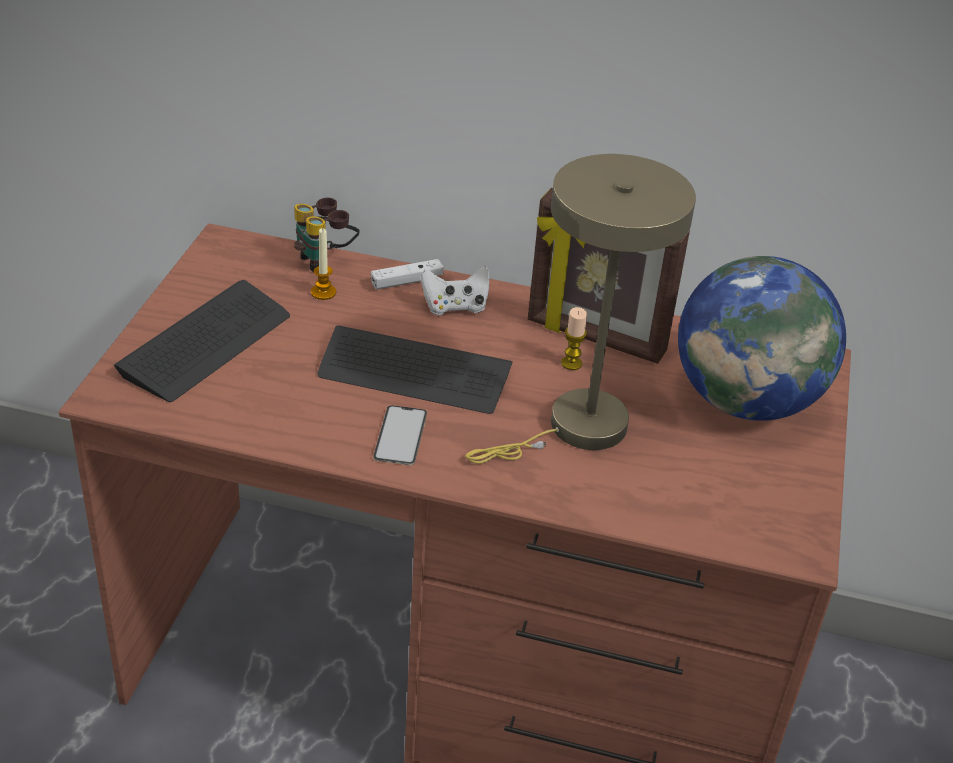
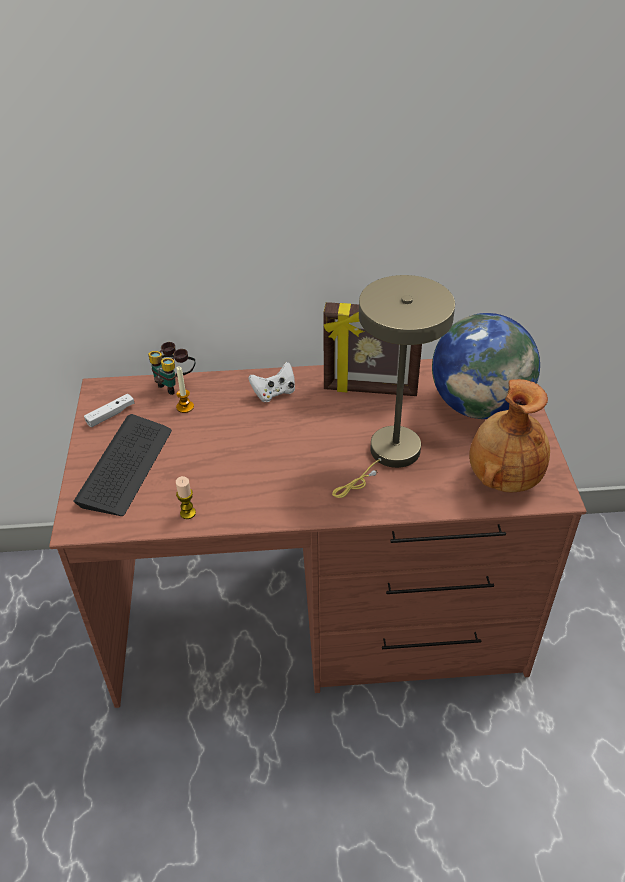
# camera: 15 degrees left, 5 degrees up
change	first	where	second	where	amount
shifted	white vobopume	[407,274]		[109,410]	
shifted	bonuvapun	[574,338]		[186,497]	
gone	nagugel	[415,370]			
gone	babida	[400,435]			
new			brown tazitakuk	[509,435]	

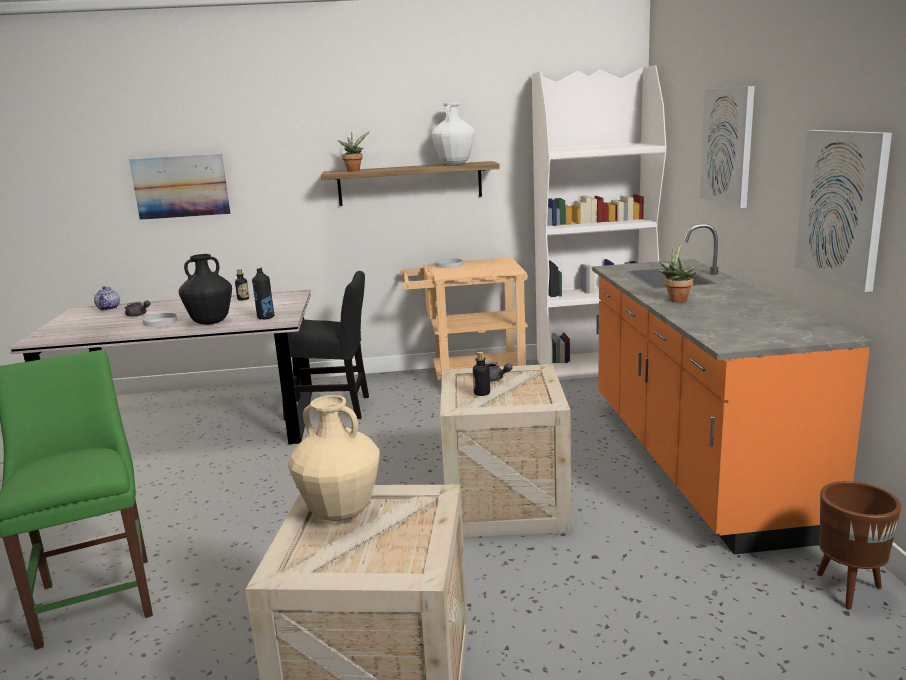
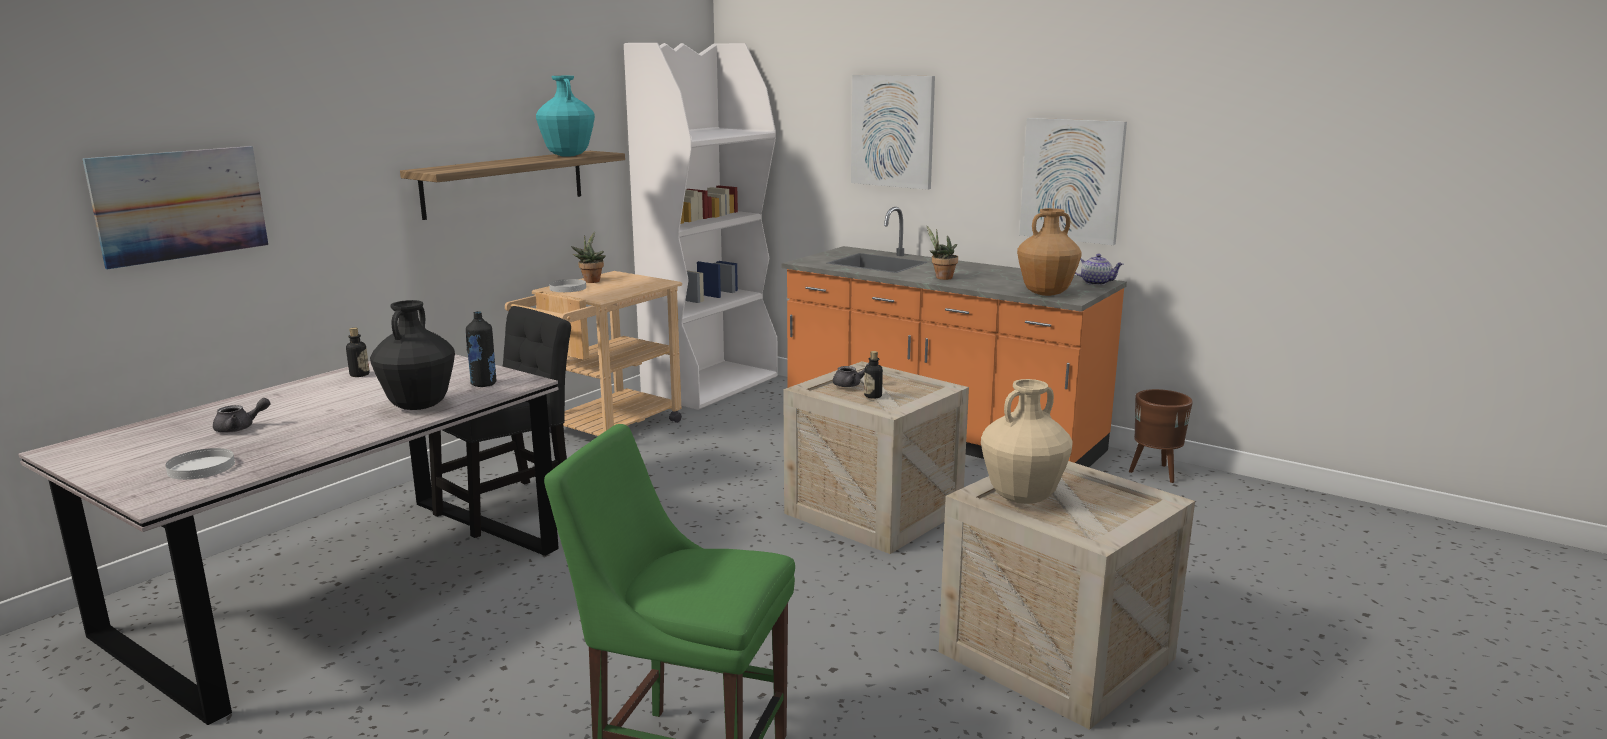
# camera: 50 degrees left, 0 degrees up
change	first	where	second	where	amount
repainted	white tazitakuk	[453,133]	turquoise tazitakuk	[565,116]	
shifted	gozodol	[353,151]		[588,257]	
shifted	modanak	[107,298]		[1099,269]	
shifted	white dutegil	[160,320]		[200,464]	
new			brown tazitakuk	[1049,252]	

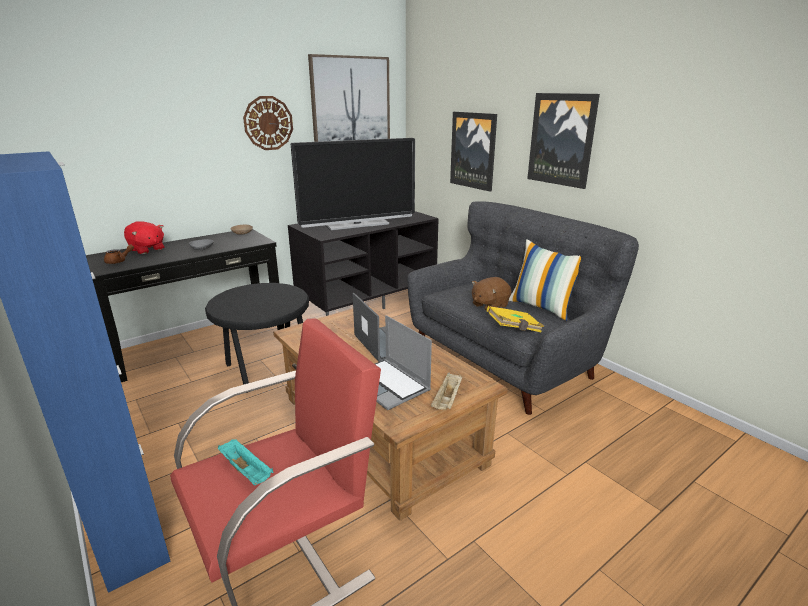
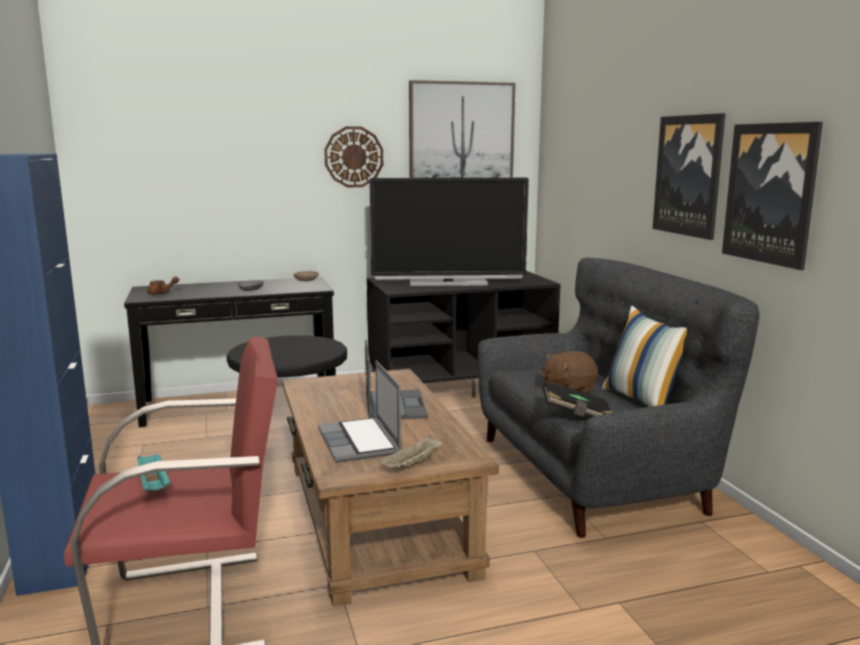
# camera: 20 degrees right, 10 degrees down
change	first	where	second	where	amount
shifted	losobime	[473,152]		[772,196]	
gone	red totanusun	[144,237]			
repainted	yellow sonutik	[515,319]	black sonutik	[577,399]	

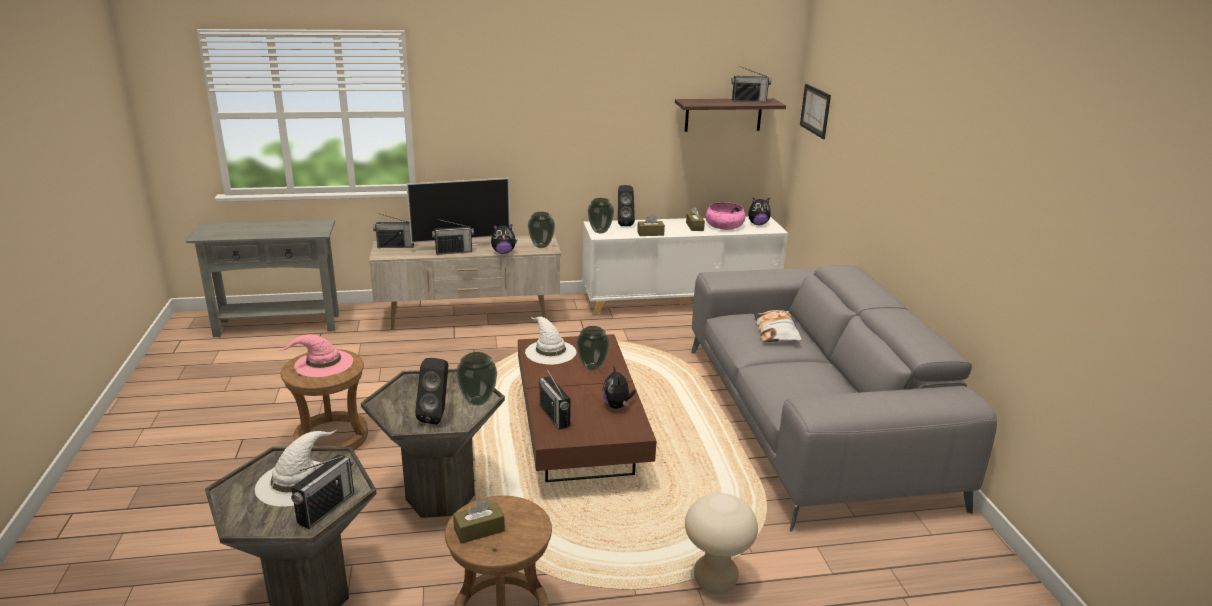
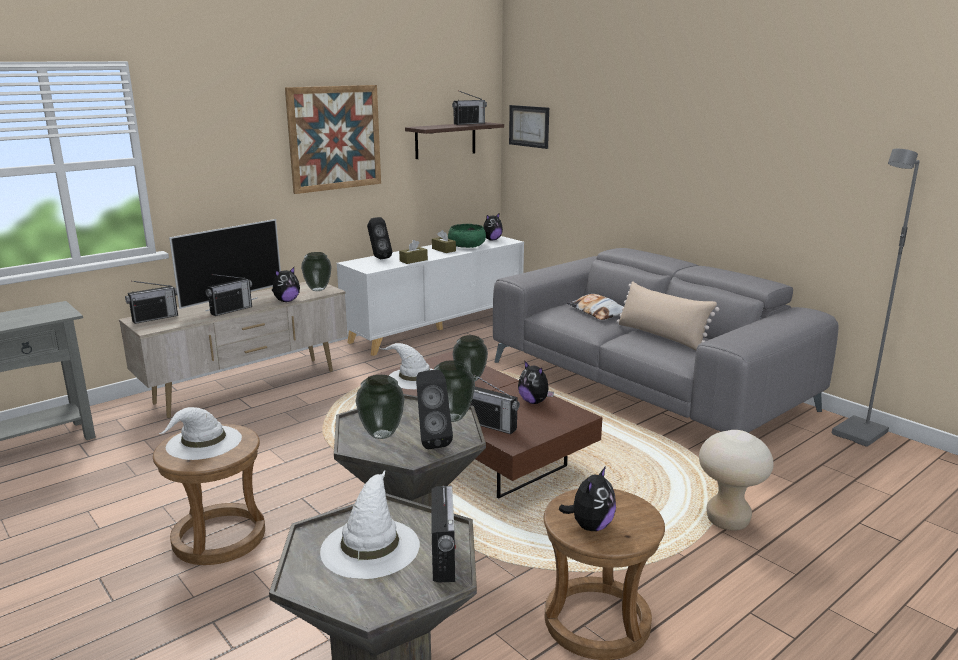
# camera: 30 degrees left, 5 degrees down
change	first	where	second	where	amount
shifted	tazitakuk	[601,215]		[380,407]	
repainted	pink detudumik	[725,216]	green detudumik	[467,236]	
repainted	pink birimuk	[316,356]	white birimuk	[200,433]	
swapped	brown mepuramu	[479,522]	totanusun	[587,498]	
new			losobime	[333,139]	
new			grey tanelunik	[876,298]	
new			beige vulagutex	[668,315]	

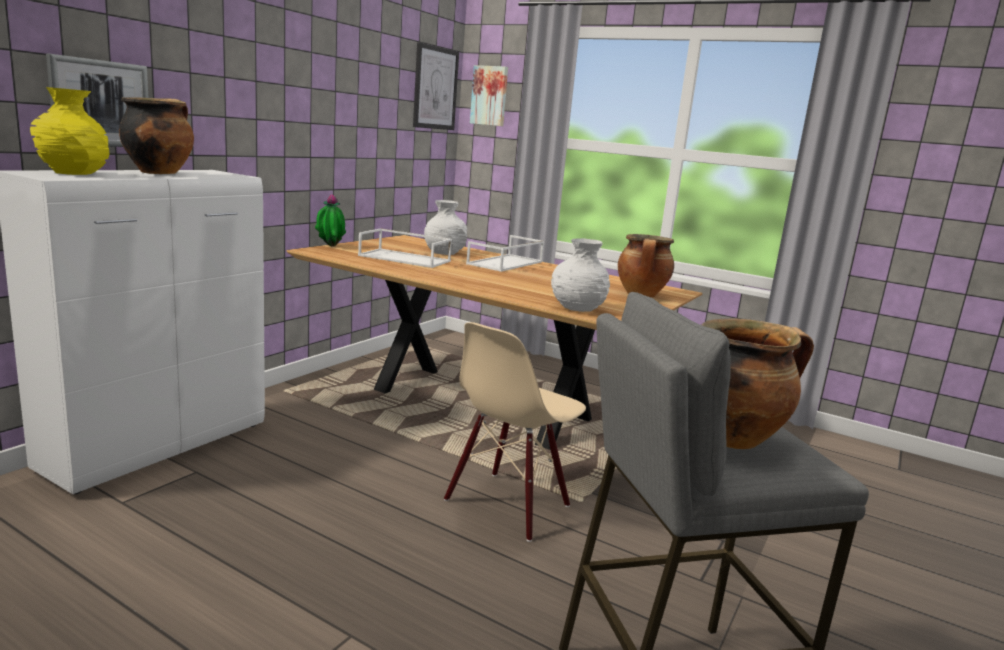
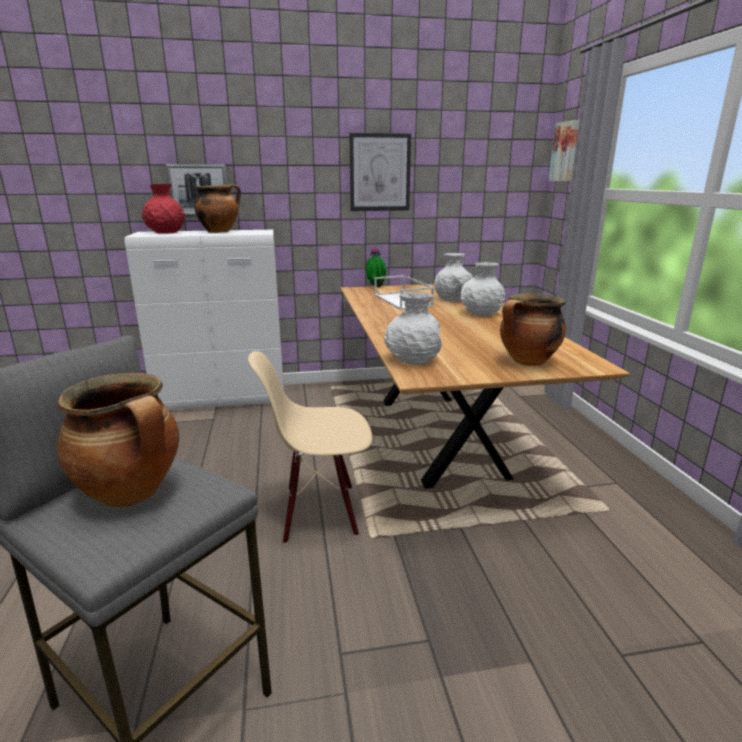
# camera: 50 degrees right, 5 degrees up
change	first	where	second	where	amount
shifted	losobime	[436,86]		[380,172]	
repainted	yellow tazitakuk	[69,131]	red tazitakuk	[163,209]	
swapped	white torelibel	[505,253]	white tazitakuk	[483,289]	

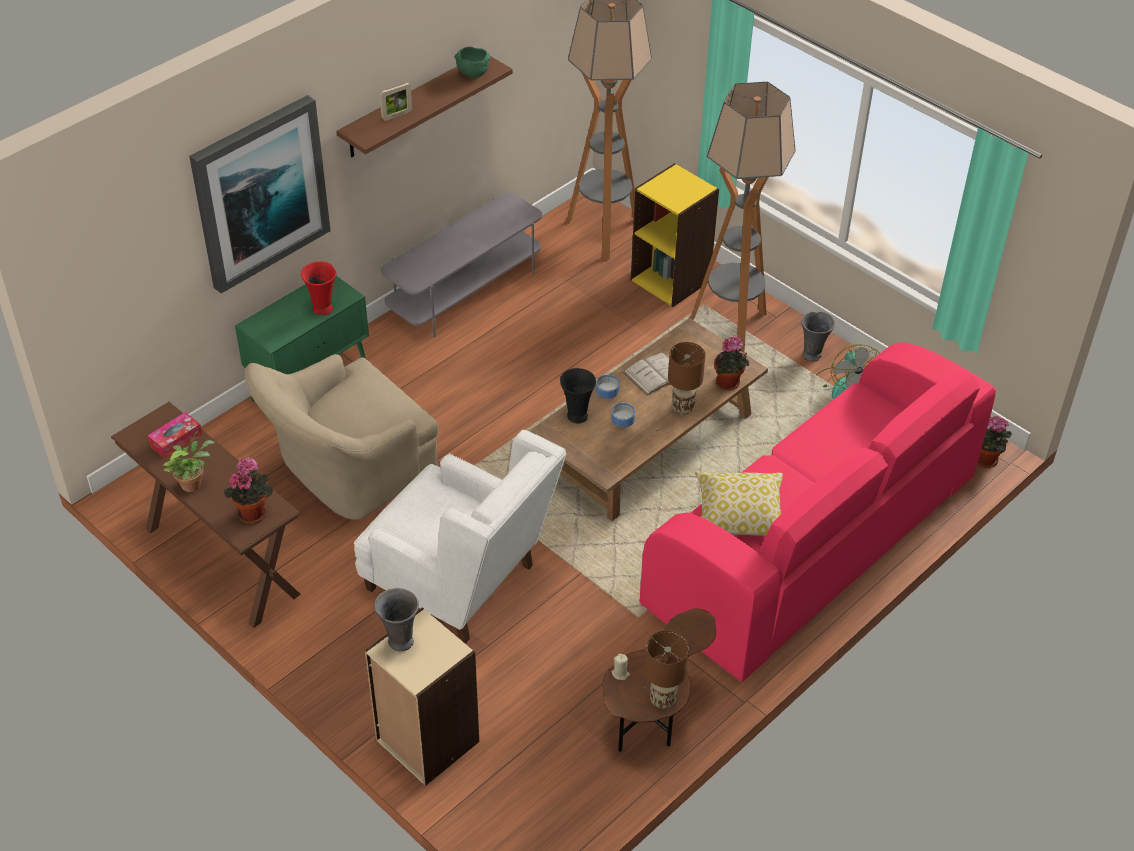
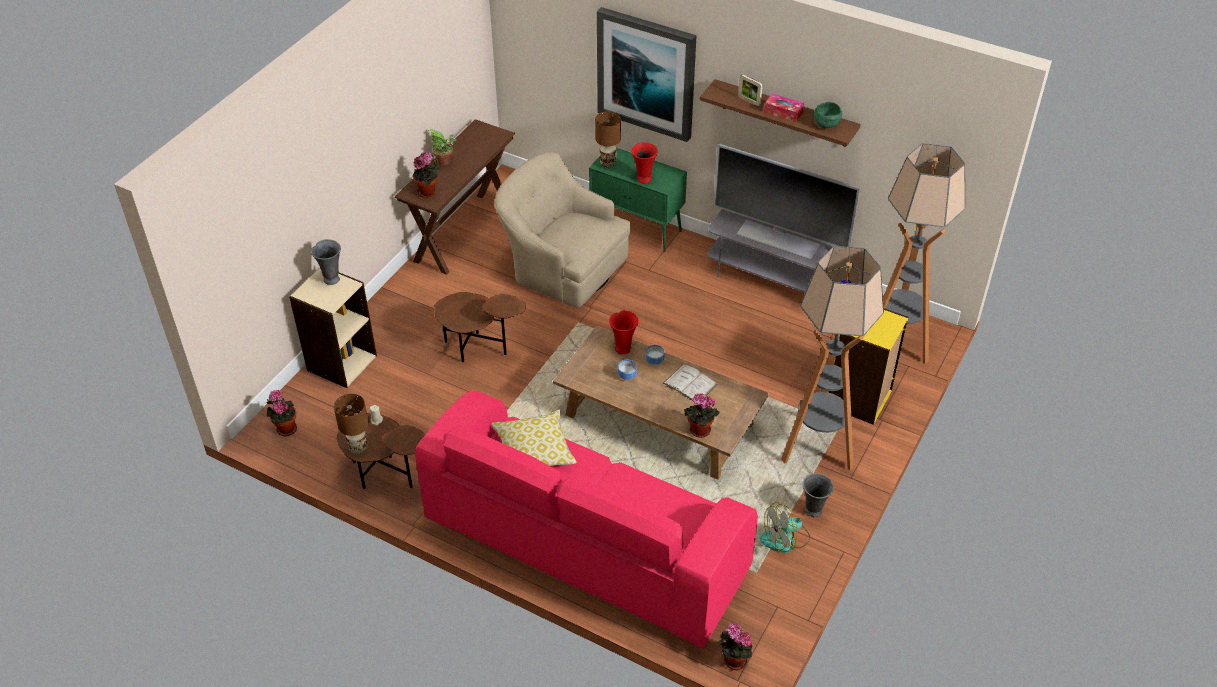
# camera: 75 degrees right, 0 degrees up
change	first	where	second	where	amount
shifted	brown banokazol	[686,378]		[608,139]	
repainted	black tazitakuk	[578,396]	red tazitakuk	[624,332]	
shifted	mepuramu	[175,435]		[784,108]	
swapped	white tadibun	[460,536]	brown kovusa	[480,327]	
new			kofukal	[786,201]	
new			gozodol	[282,413]	

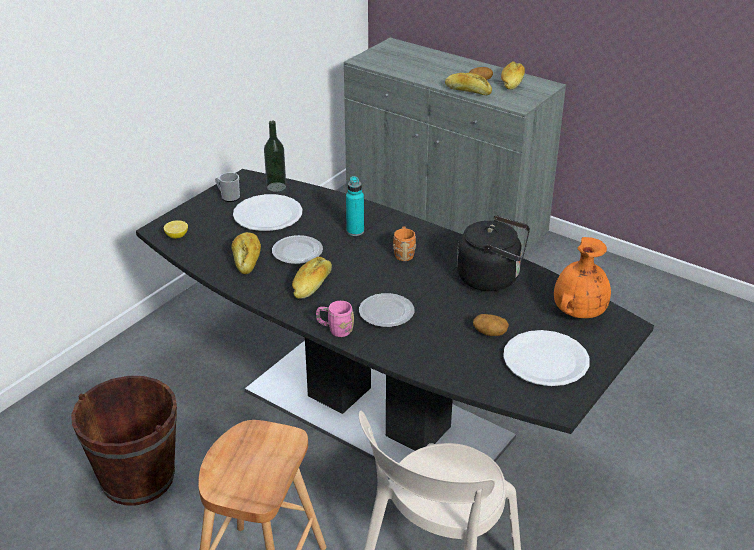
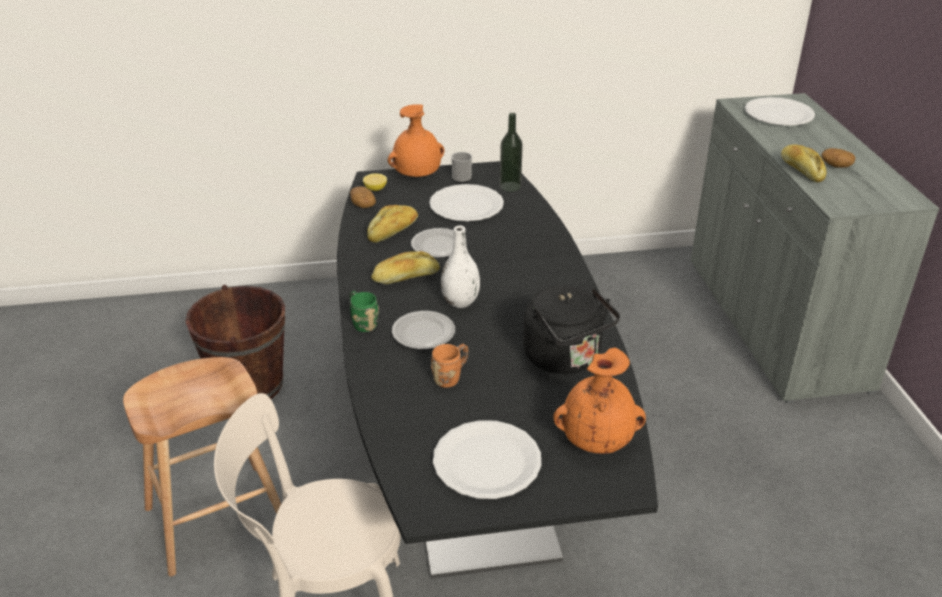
# camera: 45 degrees right, 0 degrees up
change	first	where	second	where	amount
gone	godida	[513,75]			
gone	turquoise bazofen	[355,206]			
shifted	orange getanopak	[404,243]		[449,366]	
repainted	pink getanopak	[335,319]	green getanopak	[364,311]	
shifted	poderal	[491,325]		[363,197]	
new			white dutegil	[780,111]	
new			orange tazitakuk	[416,140]	
new			white tazitakuk	[460,267]	

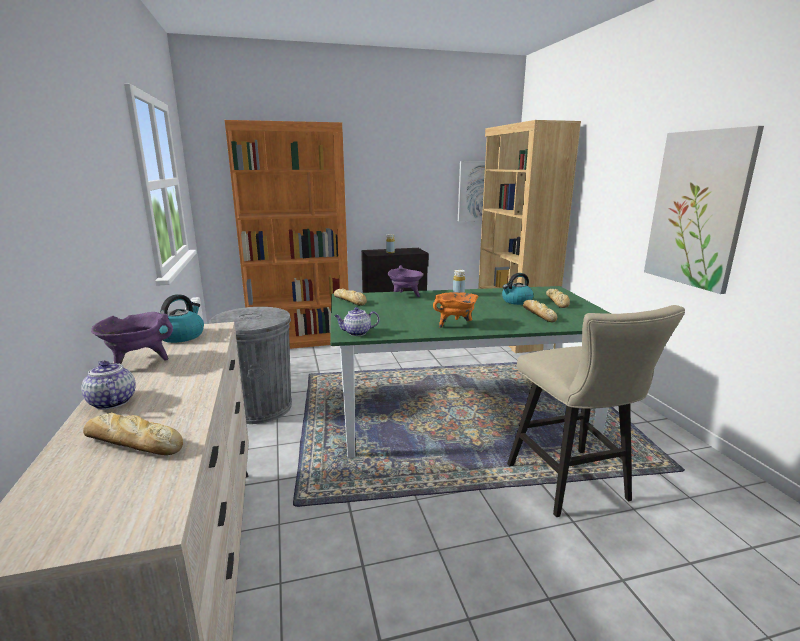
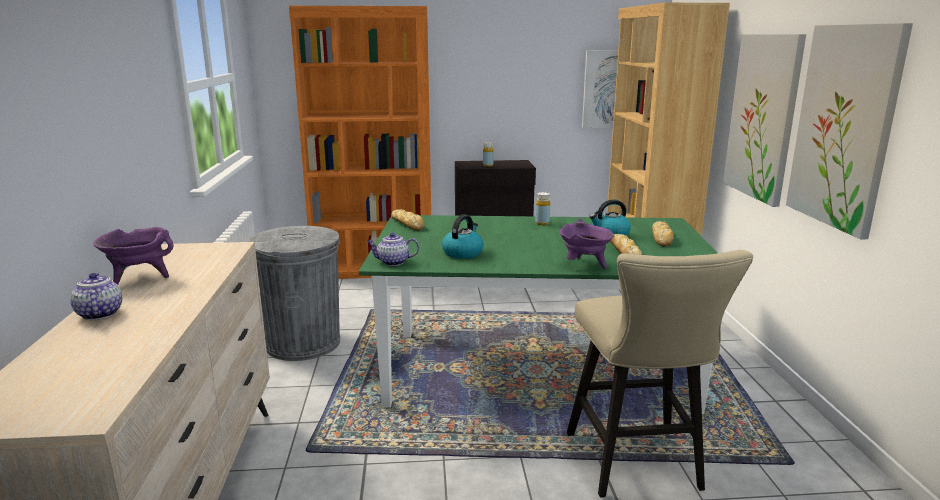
# camera: 10 degrees right, 0 degrees up
change	first	where	second	where	amount
shifted	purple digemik	[405,281]		[586,243]	
gone	orange digemik	[455,310]			
shifted	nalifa	[181,318]		[463,237]	
gone	godida	[133,434]			
new			losobime	[764,120]	

